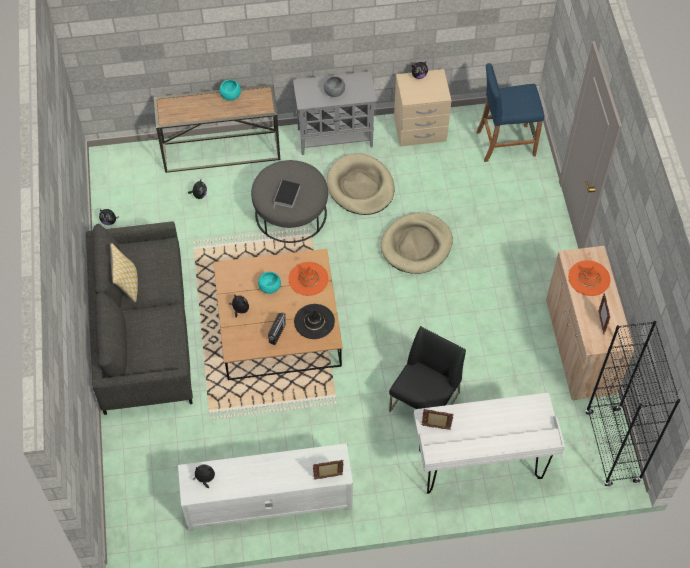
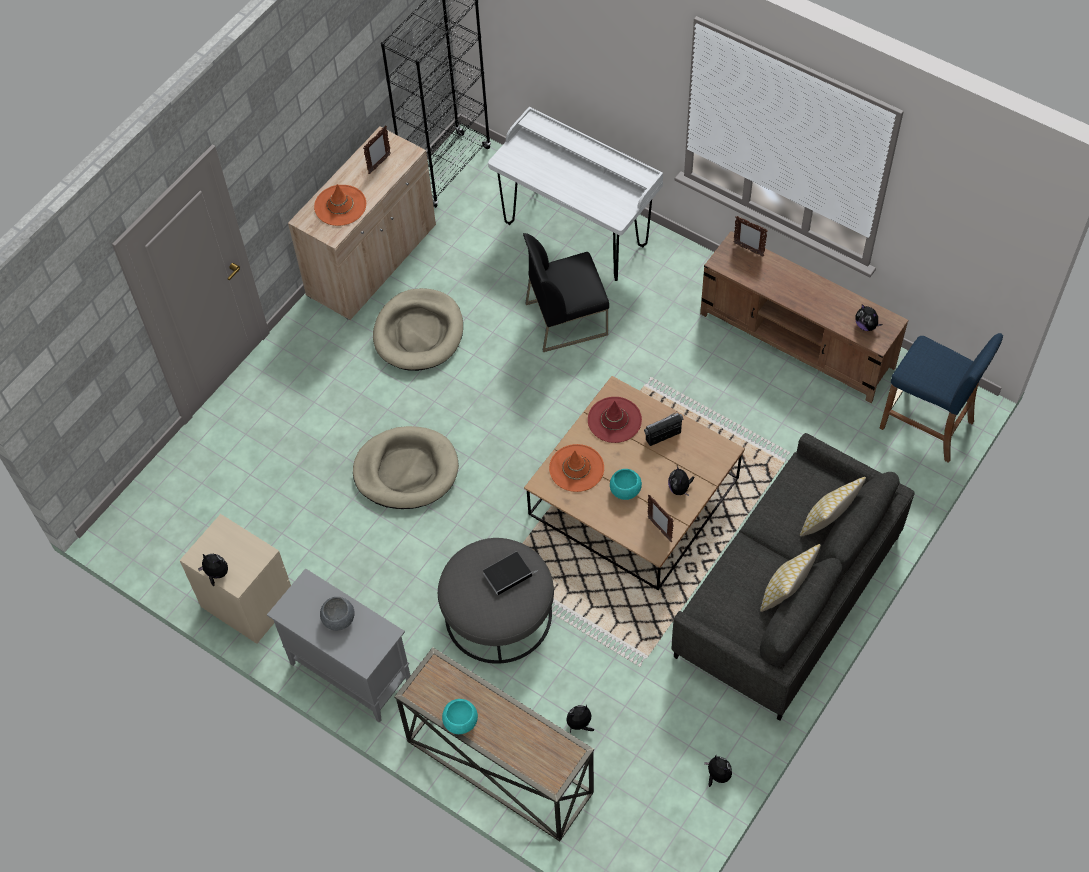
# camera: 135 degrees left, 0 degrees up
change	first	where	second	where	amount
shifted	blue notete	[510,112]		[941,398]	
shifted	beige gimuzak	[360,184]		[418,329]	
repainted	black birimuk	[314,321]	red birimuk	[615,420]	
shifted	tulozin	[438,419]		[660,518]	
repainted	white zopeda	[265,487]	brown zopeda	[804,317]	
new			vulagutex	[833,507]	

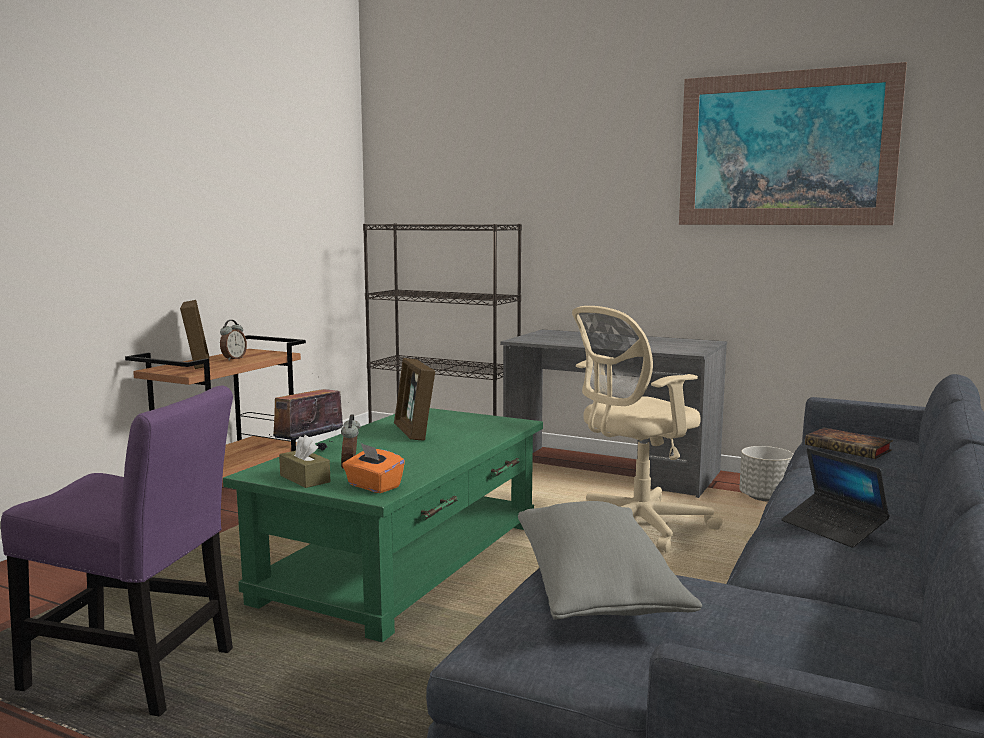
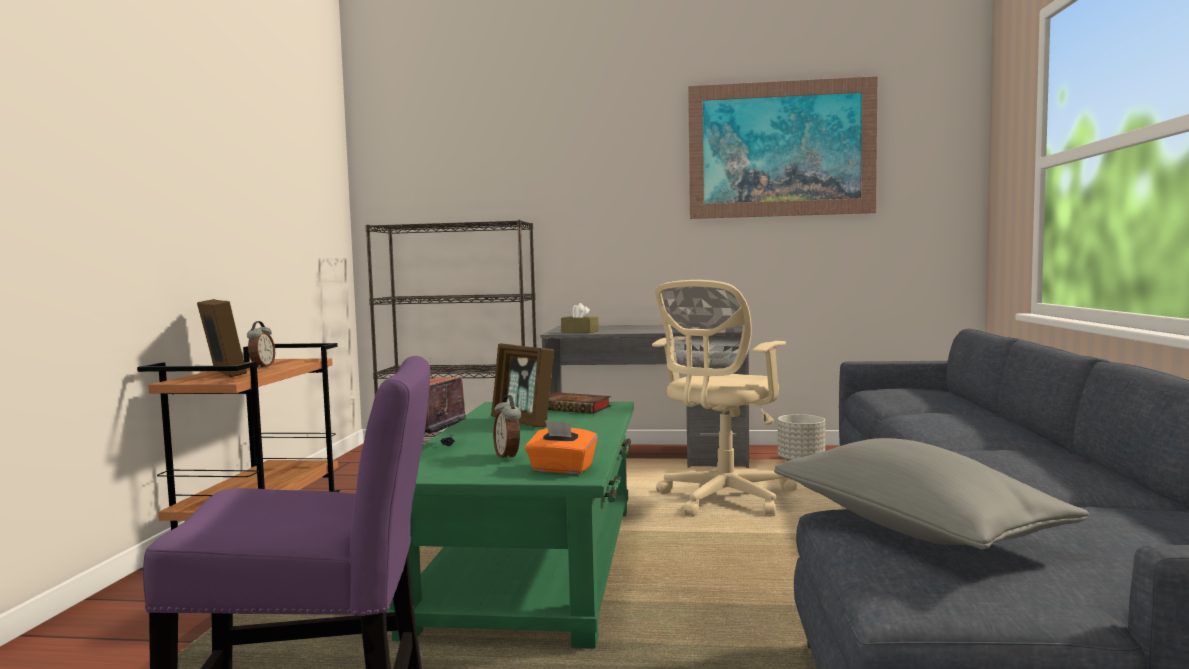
# camera: 20 degrees left, 5 degrees down
change	first	where	second	where	amount
shifted	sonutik	[849,443]		[579,403]	
shifted	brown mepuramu	[304,461]		[580,318]	
gone	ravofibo	[836,498]			

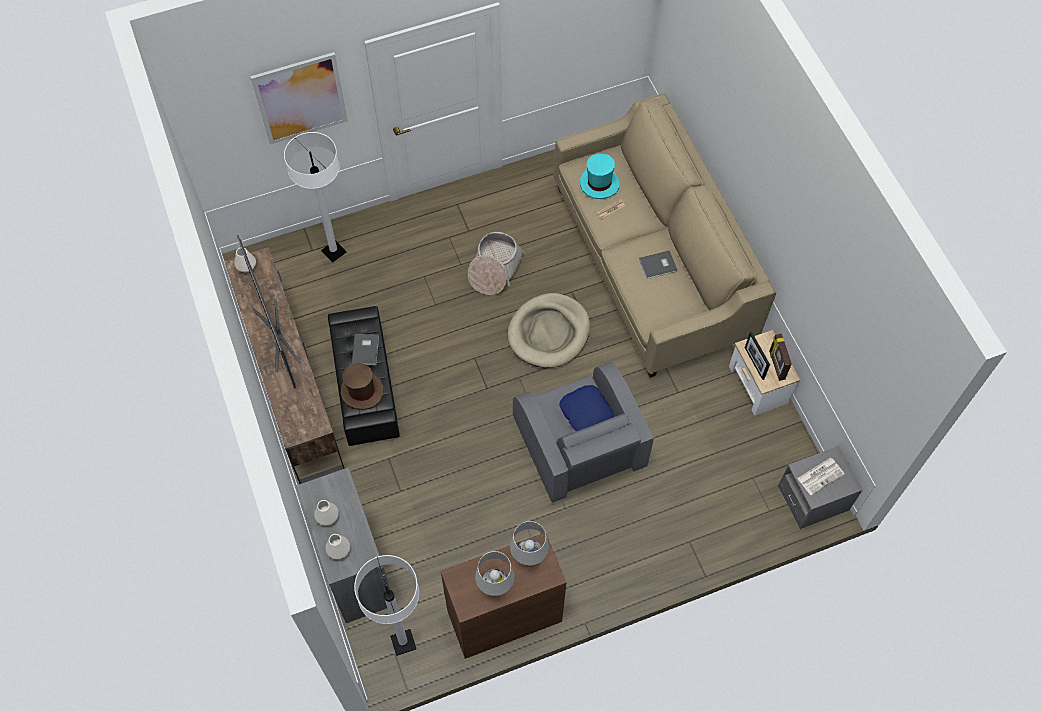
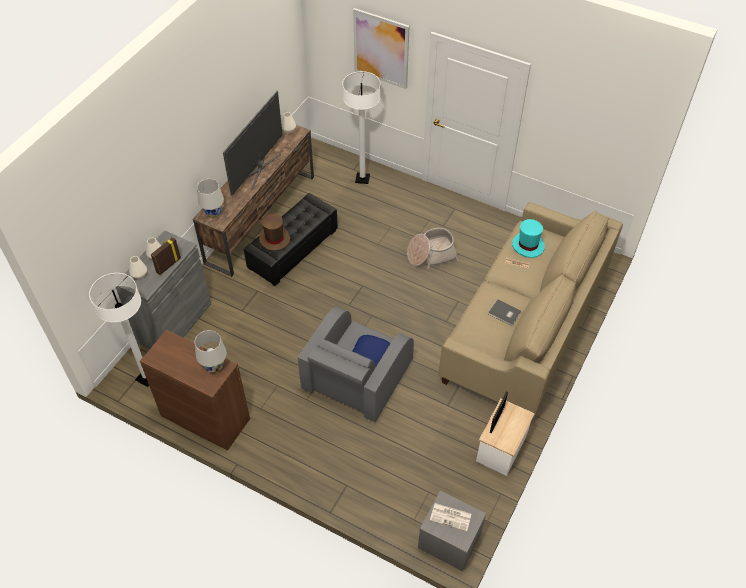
# camera: 50 degrees right, 10 degrees down
change	first	where	second	where	amount
gone	beige gimuzak	[549,330]			
shifted	tulozin	[780,357]		[166,256]	
gone	grey sonutik	[365,349]			
shifted	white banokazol	[495,573]		[210,198]	

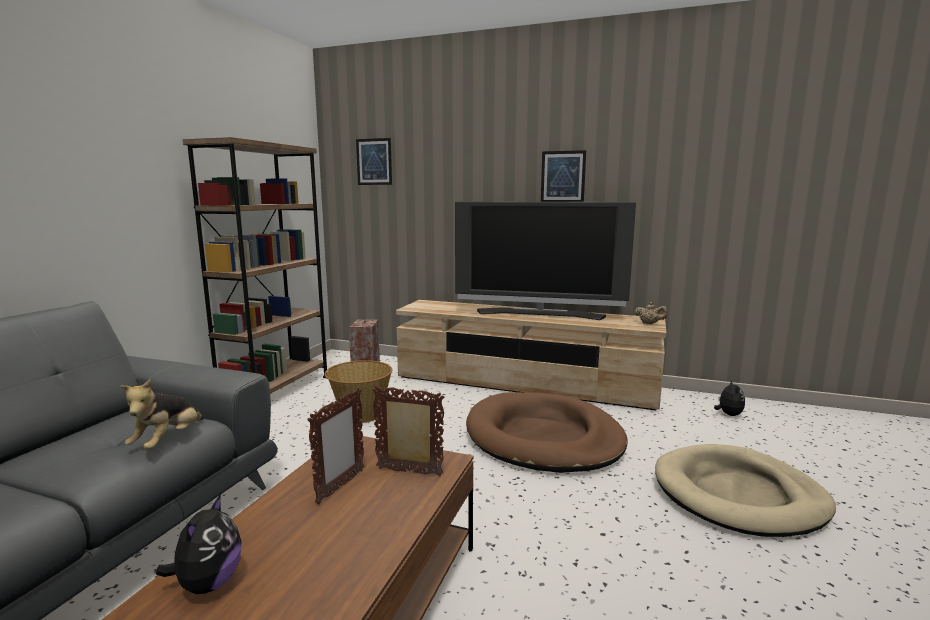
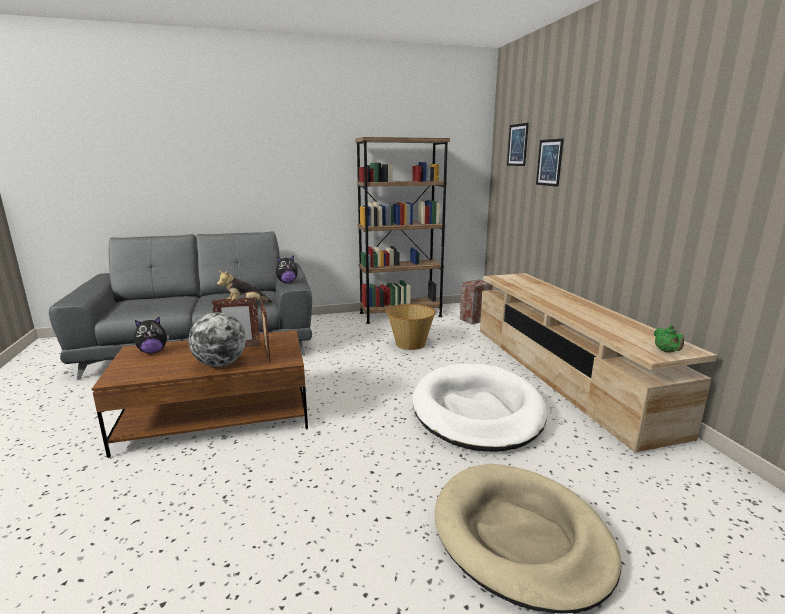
# camera: 55 degrees right, 5 degrees up
change	first	where	second	where	amount
shifted	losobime	[563,176]		[550,162]	
gone	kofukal	[545,260]			
repainted	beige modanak	[651,313]	green modanak	[669,338]	
shifted	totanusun	[729,398]		[287,269]	
repainted	brown gimuzak	[547,432]	white gimuzak	[479,408]	
new			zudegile	[217,339]	

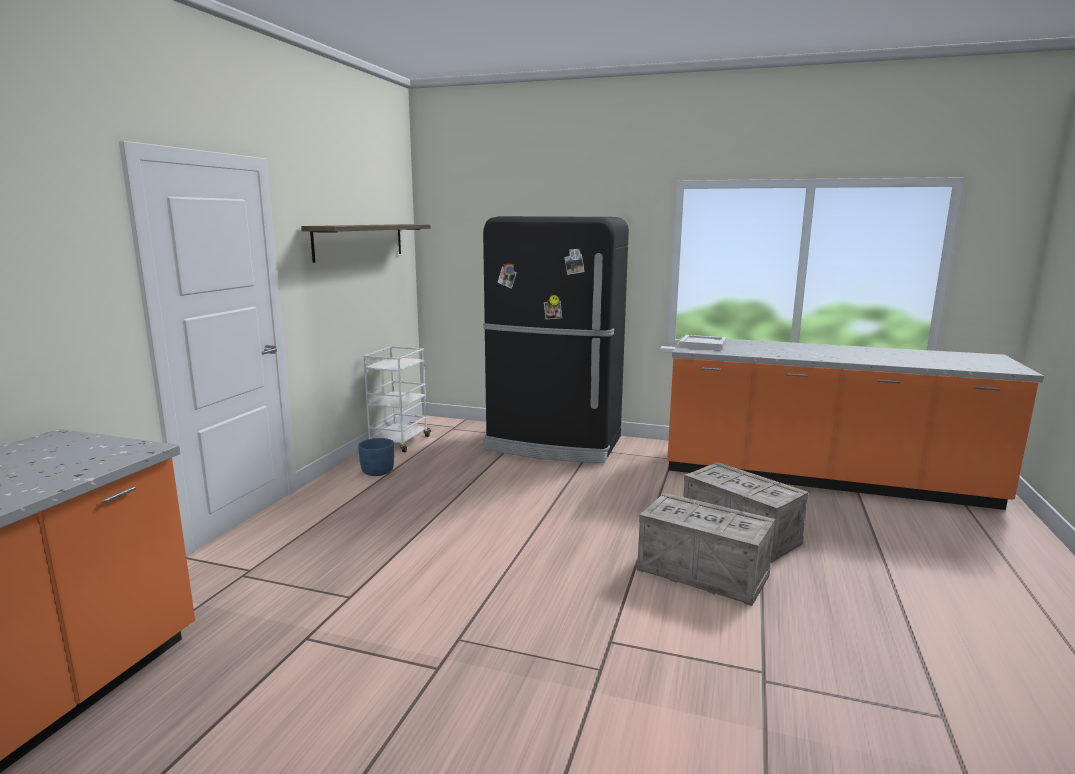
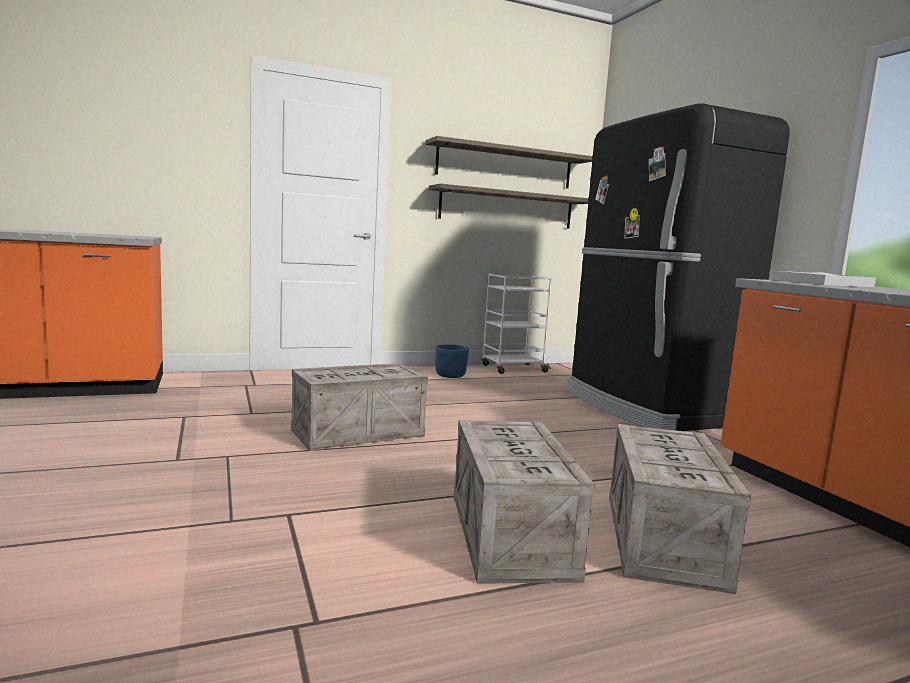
# camera: 50 degrees right, 5 degrees down
change	first	where	second	where	amount
new			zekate	[509,206]	
new			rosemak	[359,407]	

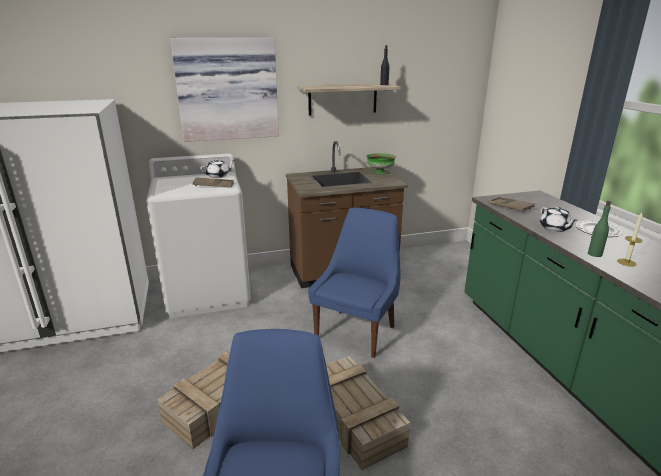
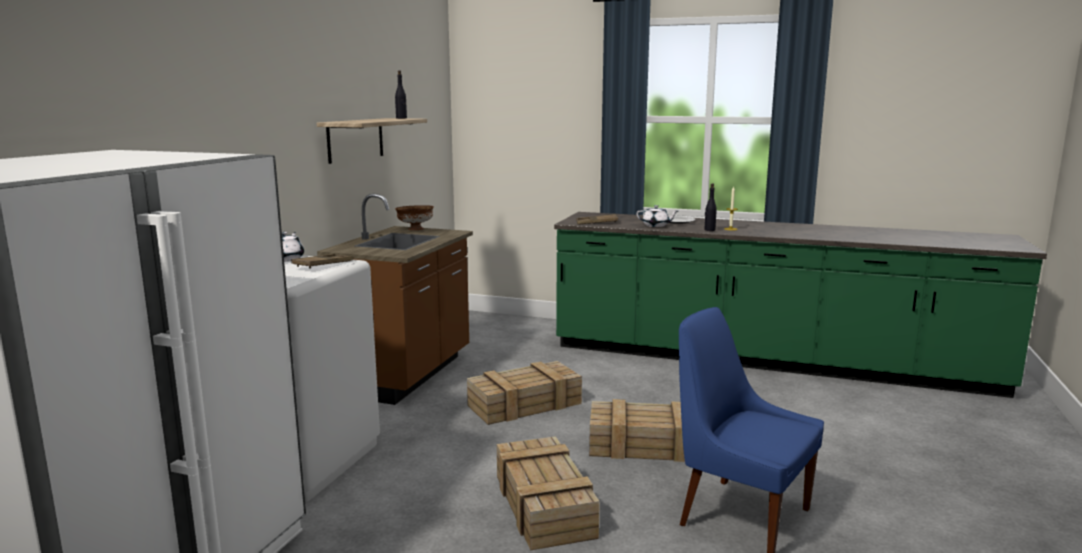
# camera: 55 degrees left, 10 degrees down
change	first	where	second	where	amount
gone	losobime	[224,90]			
repainted	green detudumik	[381,163]	brown detudumik	[414,217]	
repainted	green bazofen	[599,229]	black bazofen	[710,207]	
swapped	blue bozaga	[354,283]	rosemak	[524,393]	

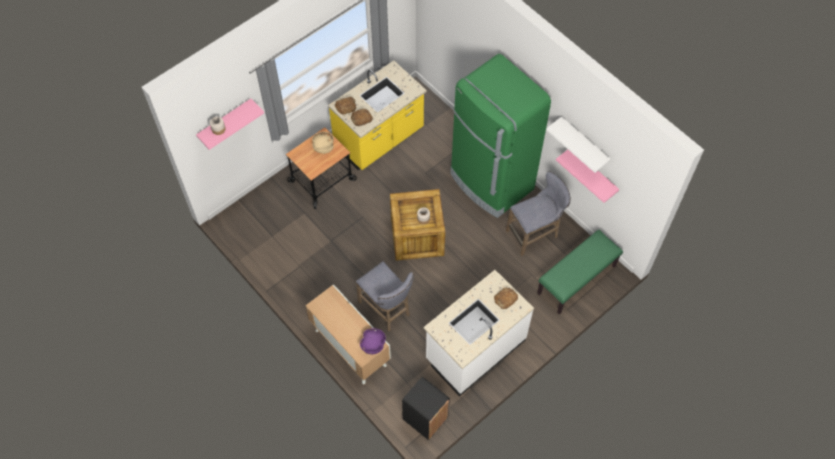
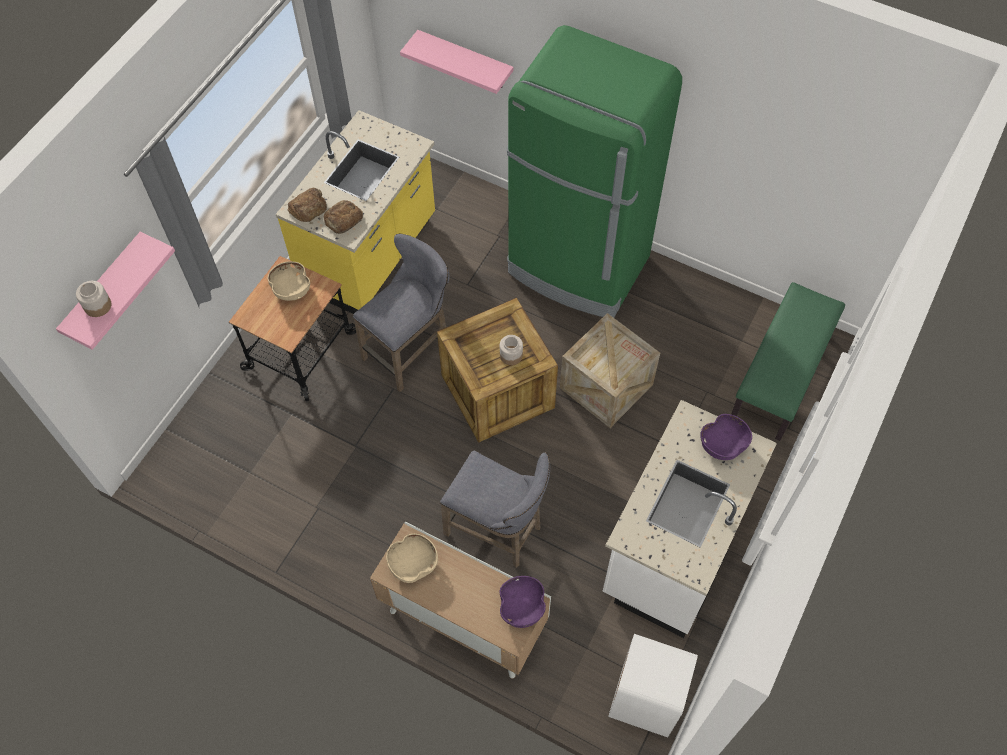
# camera: 20 degrees left, 0 degrees up
change	first	where	second	where	amount
gone	white zekate	[578,145]			
shifted	pink zekate	[587,176]		[457,62]	
shifted	grey notete	[538,213]		[401,312]	
swapped	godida	[506,298]	purple detudumik	[726,437]	
repainted	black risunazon	[426,408]	white risunazon	[653,686]	
new			rosemak	[610,370]	
new			beige detudumik	[412,558]	

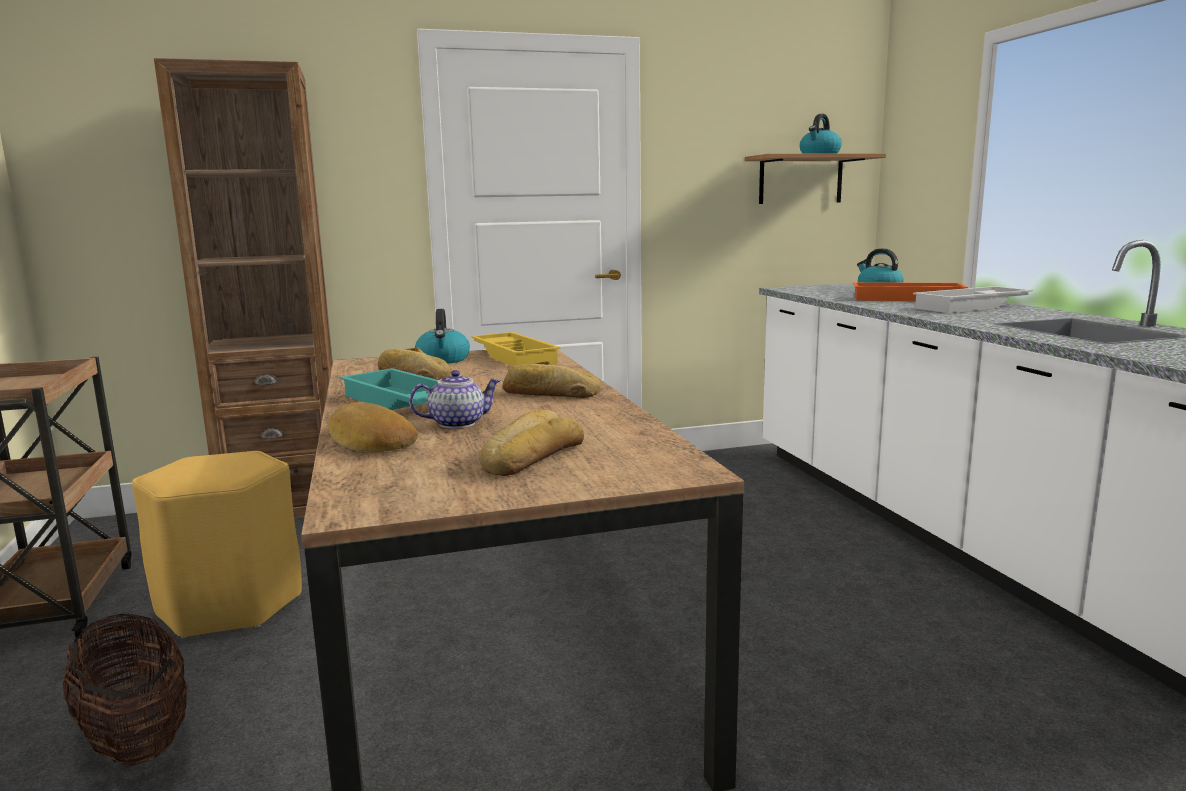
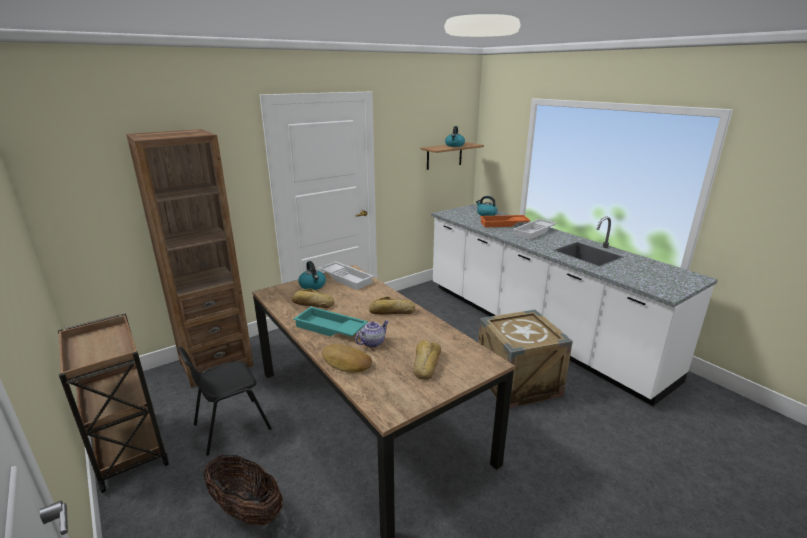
# camera: 20 degrees left, 10 degrees up
change	first	where	second	where	amount
repainted	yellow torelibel	[516,349]	white torelibel	[346,275]	
swapped	yellow notete	[217,545]	black bozaga	[225,401]	
new			rosemak	[525,358]	

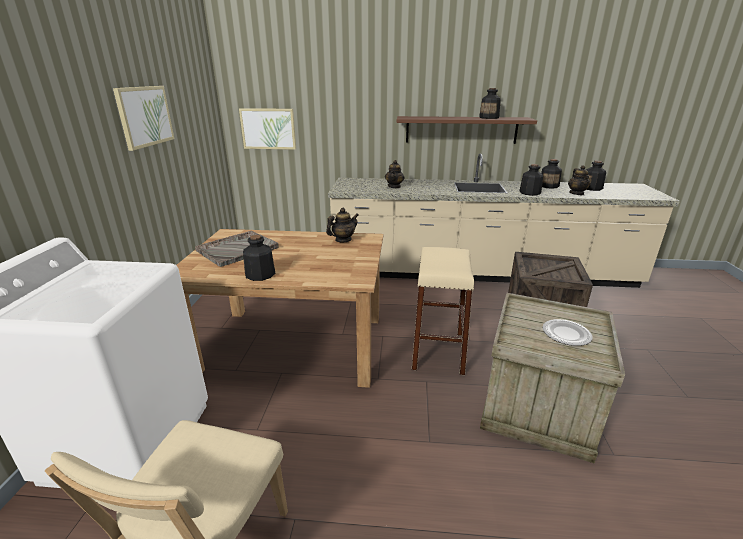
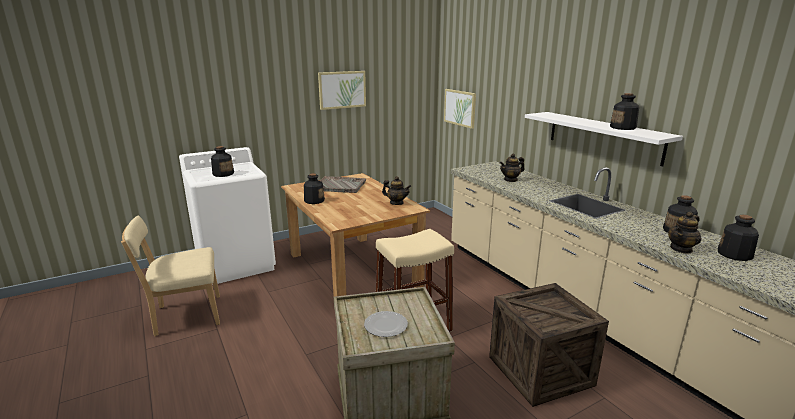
# camera: 55 degrees right, 5 degrees down
change	first	where	second	where	amount
repainted	brown zekate	[467,130]	white zekate	[604,139]	
shifted	bazofen	[531,180]		[222,161]	

